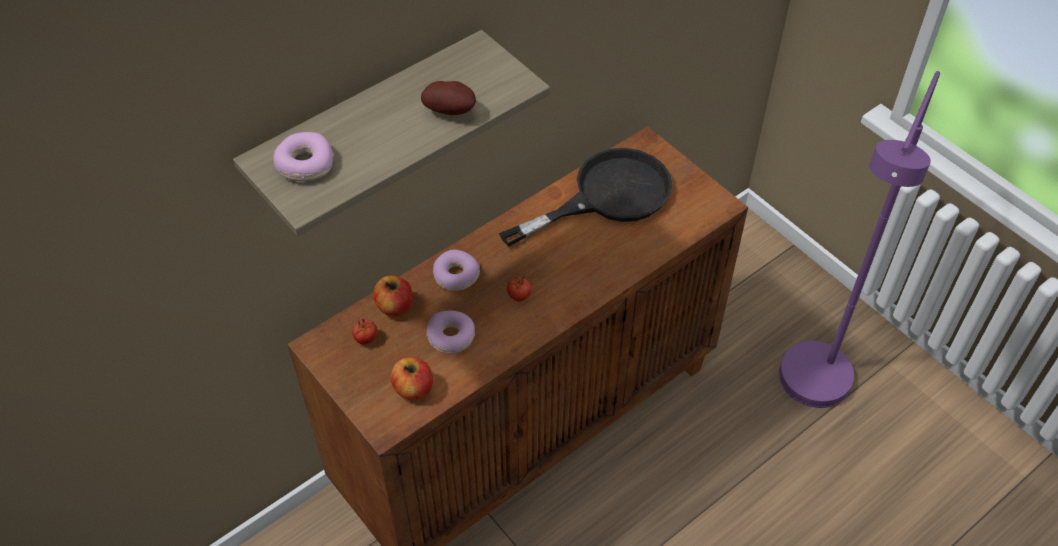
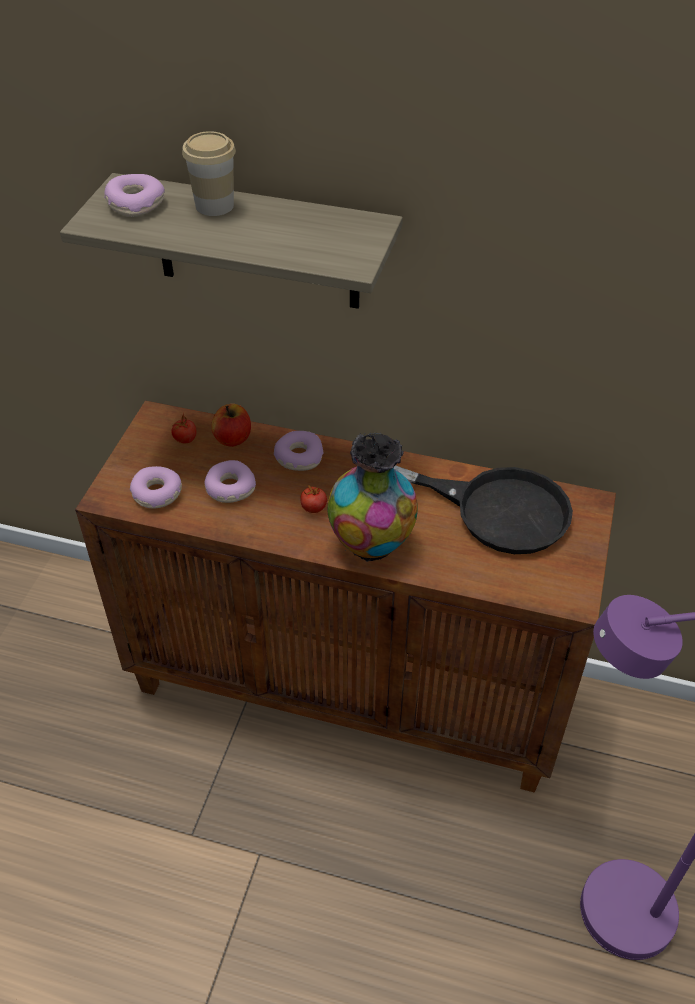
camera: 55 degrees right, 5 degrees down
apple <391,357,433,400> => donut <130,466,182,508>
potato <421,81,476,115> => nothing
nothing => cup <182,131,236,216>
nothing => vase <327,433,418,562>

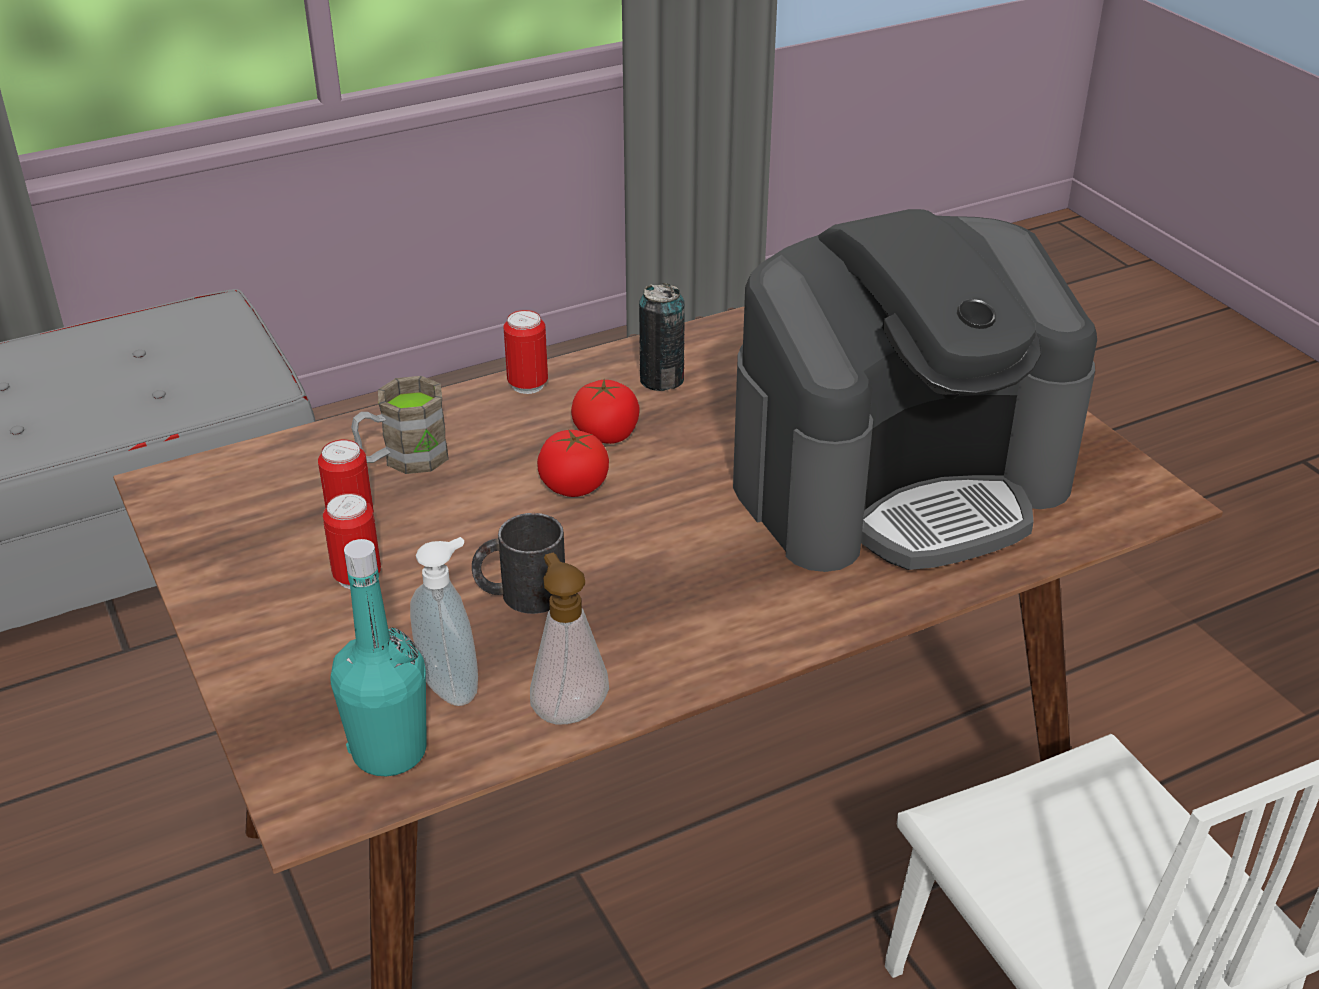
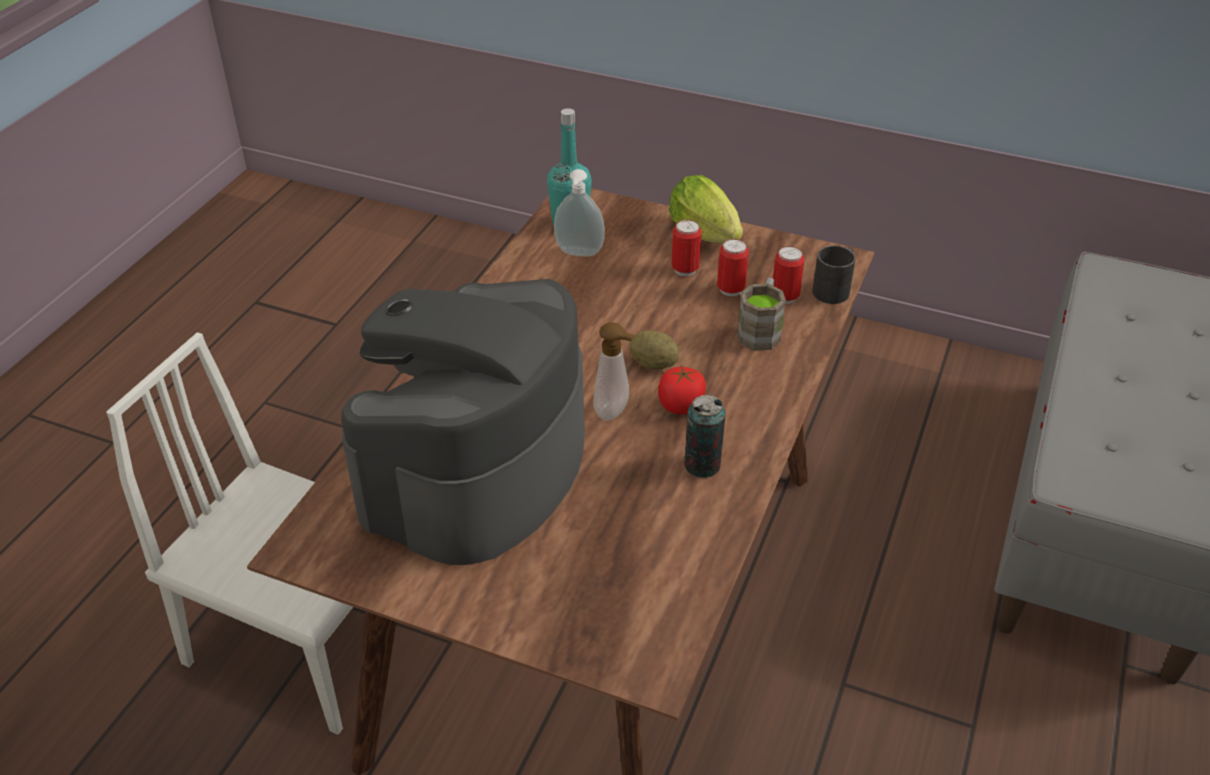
camera: 140 degrees right, 5 degrees up
black mug <472,513,565,614> => black mug <812,245,856,304>, shifted
can <503,310,548,394> => can <773,246,805,304>, shifted
soap dispenser <530,552,609,724> => soap dispenser <594,322,635,420>, shifted
tomato <537,429,609,497> => potato <629,331,679,370>
nothing => lettuce <669,175,743,243>

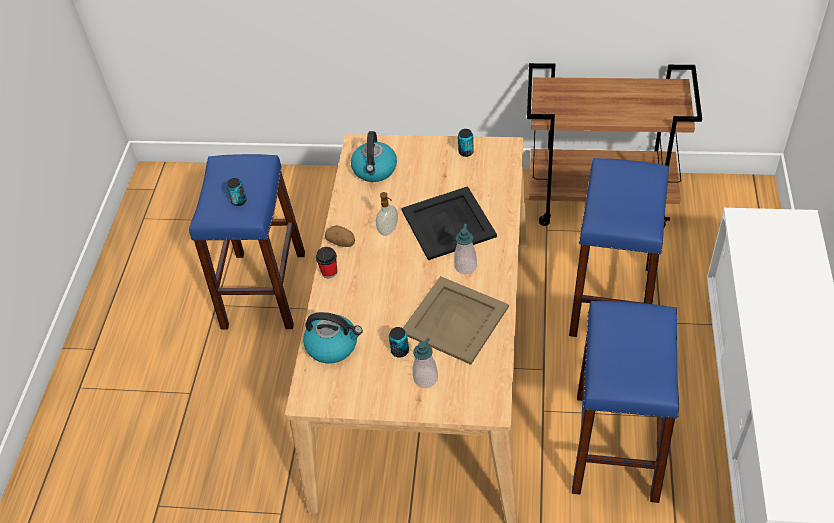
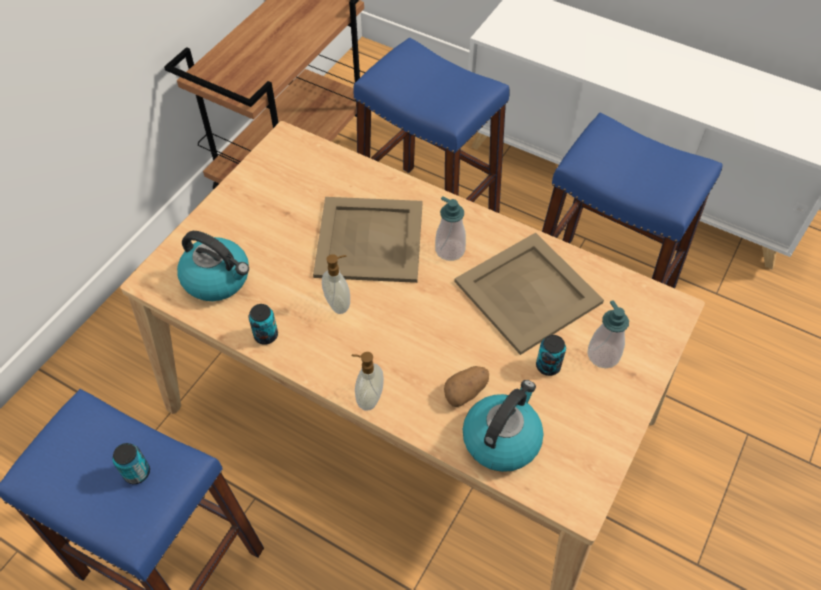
camera: 70 degrees left, 5 degrees up
cup <316,247,337,278> => soap dispenser <351,352,384,411>
potato <325,225,355,247> => potato <444,366,489,407>, shifted
black tray <401,186,497,260> => beige tray <313,197,423,283>
can <458,129,474,157> => can <248,304,278,345>, shifted

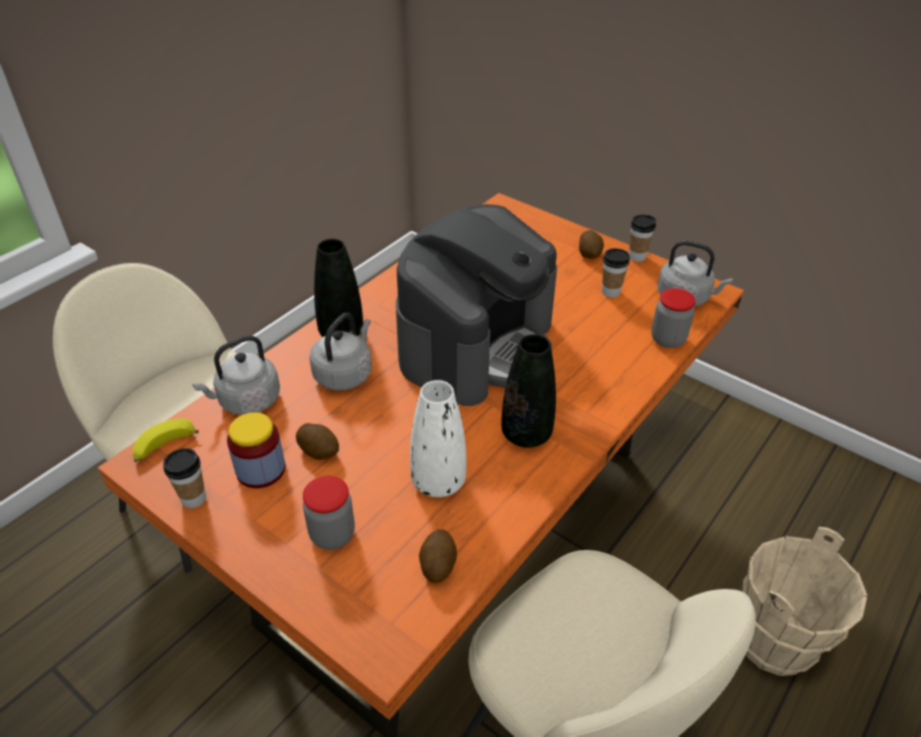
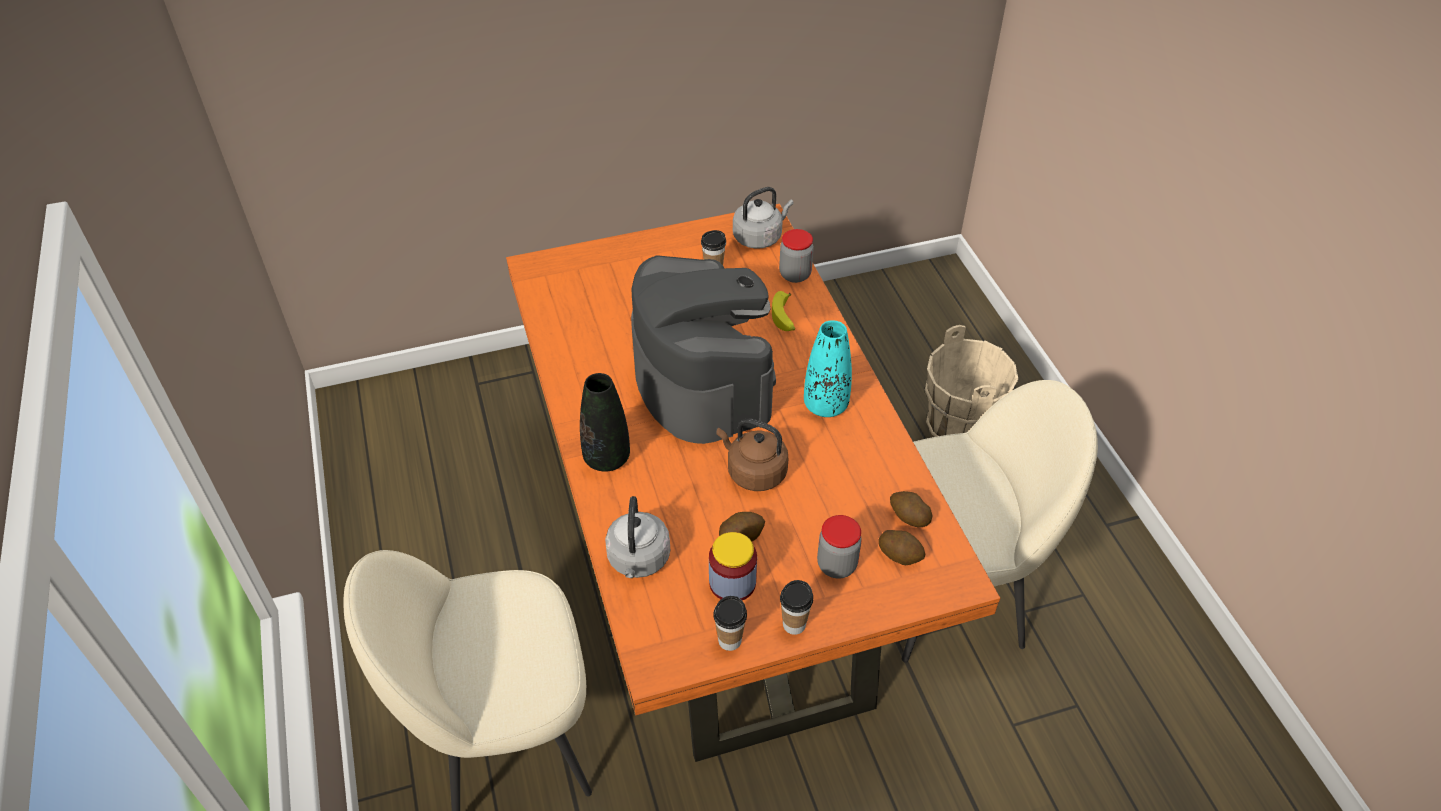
camera: 55 degrees left, 5 degrees up
banana <132,418,199,462> => banana <772,291,795,331>, shifted
grey kettle <309,313,372,390> => nothing
white vase <410,380,466,497> => nothing
black vase <501,334,556,448> => turquoise vase <804,320,852,417>
potato <579,230,604,259> => potato <878,530,925,565>, shifted
cup <629,215,656,262> => cup <780,580,813,635>, shifted
nothing => brown kettle <717,418,788,491>

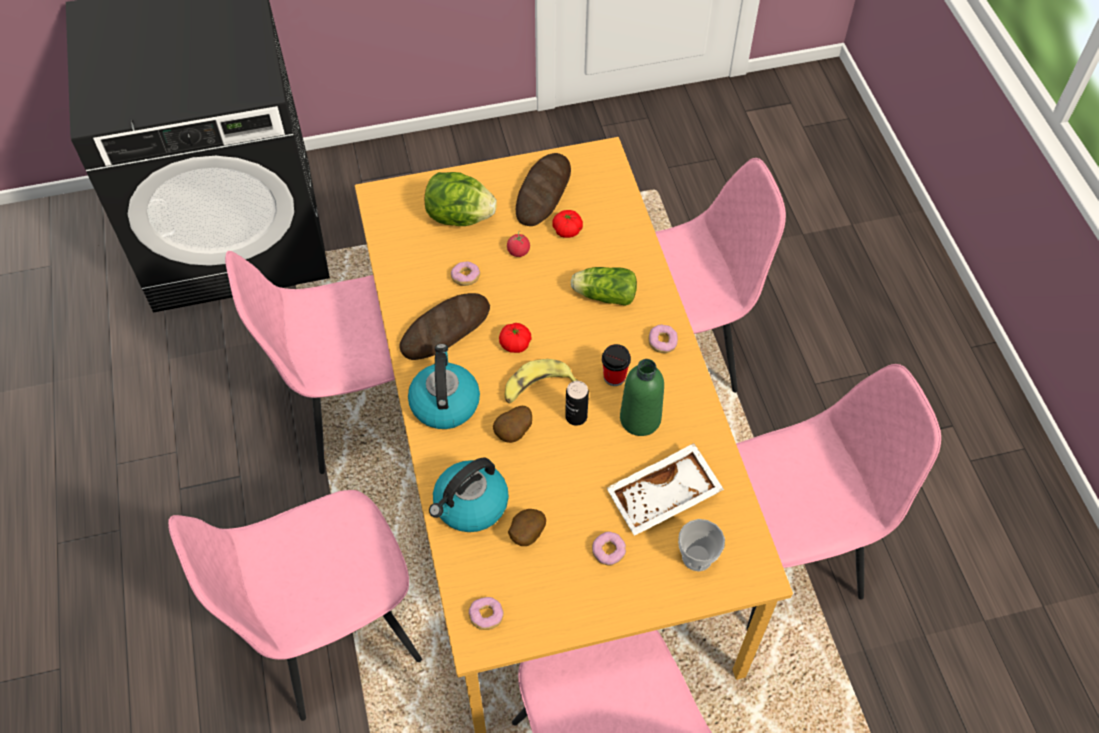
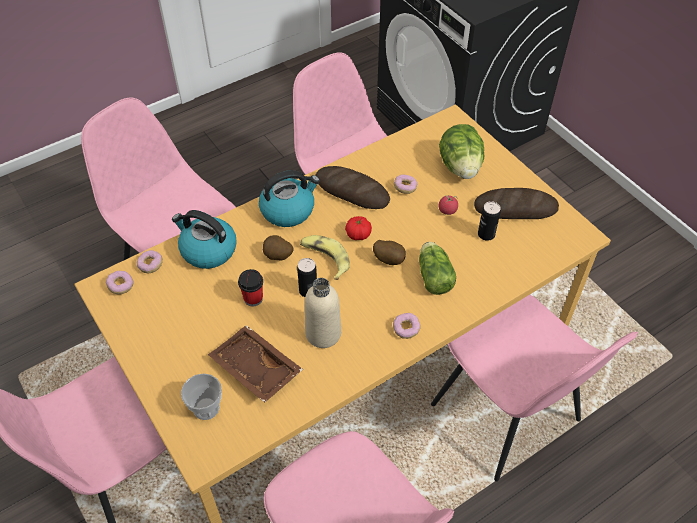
camera: 70 degrees right, 5 degrees down
potato <508,509,546,546> => potato <373,240,406,265>, shifted
tomato <553,210,583,238> => can <478,201,501,241>
donut <592,532,626,566> => donut <137,250,163,273>, shifted
cup <602,344,631,386> => cup <238,269,263,306>, shifted
white tray <606,443,724,536> => brown tray <208,325,303,403>
green bottle <620,359,664,436> => beige bottle <305,278,341,348>

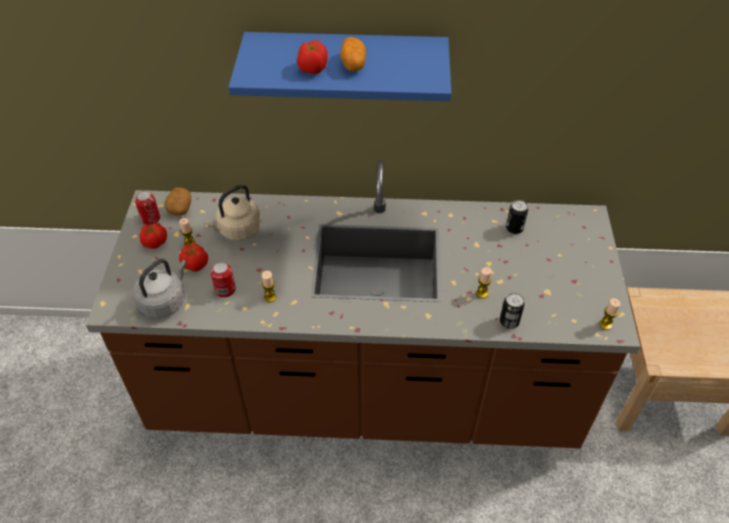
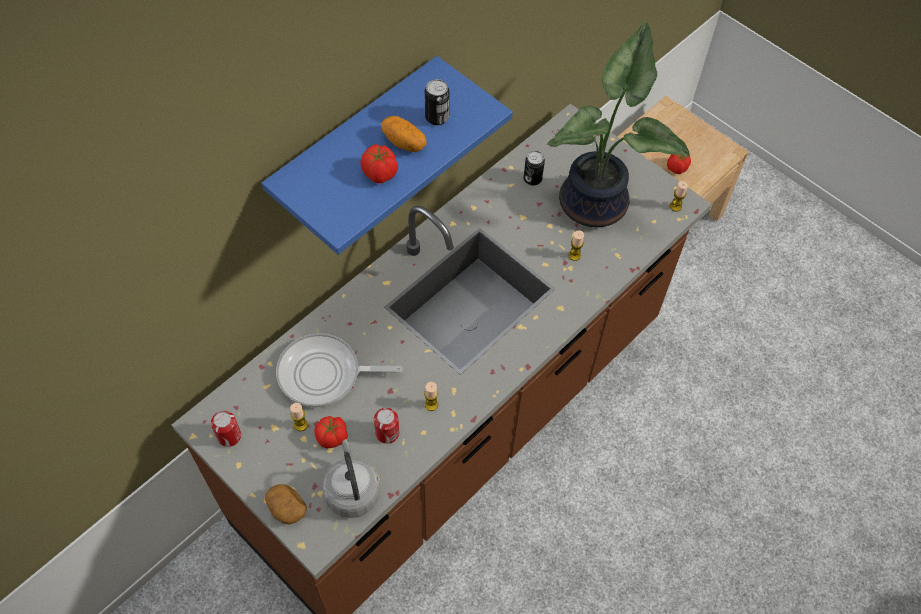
camera: 50 degrees left, 10 degrees up
tomato <140,223,167,249> => tomato <667,154,691,174>, shifted
potato <165,187,191,216> => potato <265,484,307,525>, shifted
beige kettle <204,185,262,241> => frying pan <276,333,403,408>
can <500,293,525,329> => can <425,79,449,125>, shifted
nothing => potted plant <547,22,690,227>

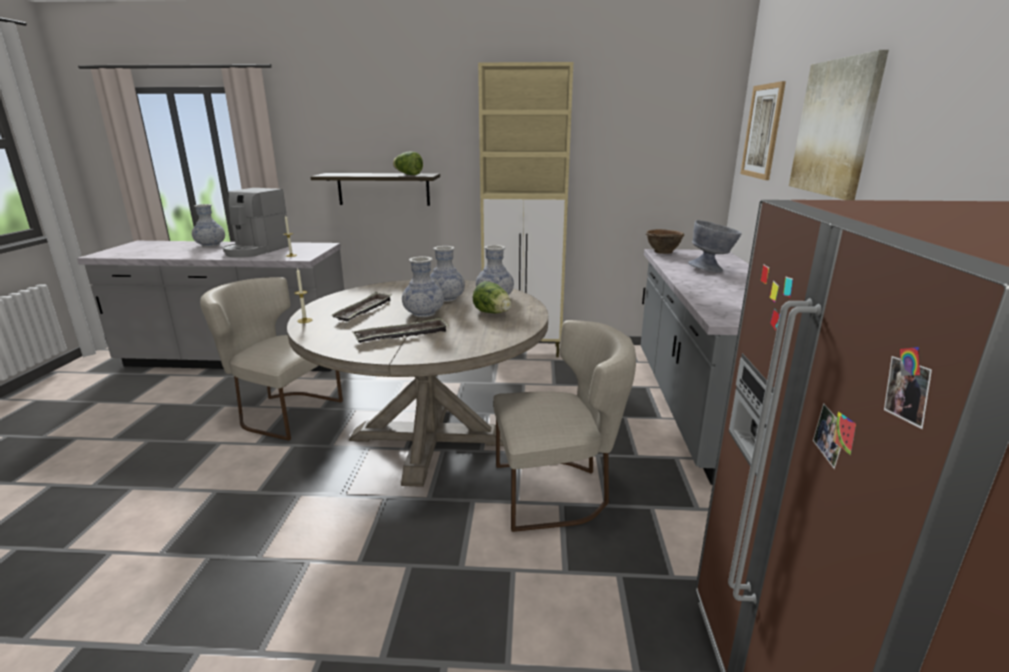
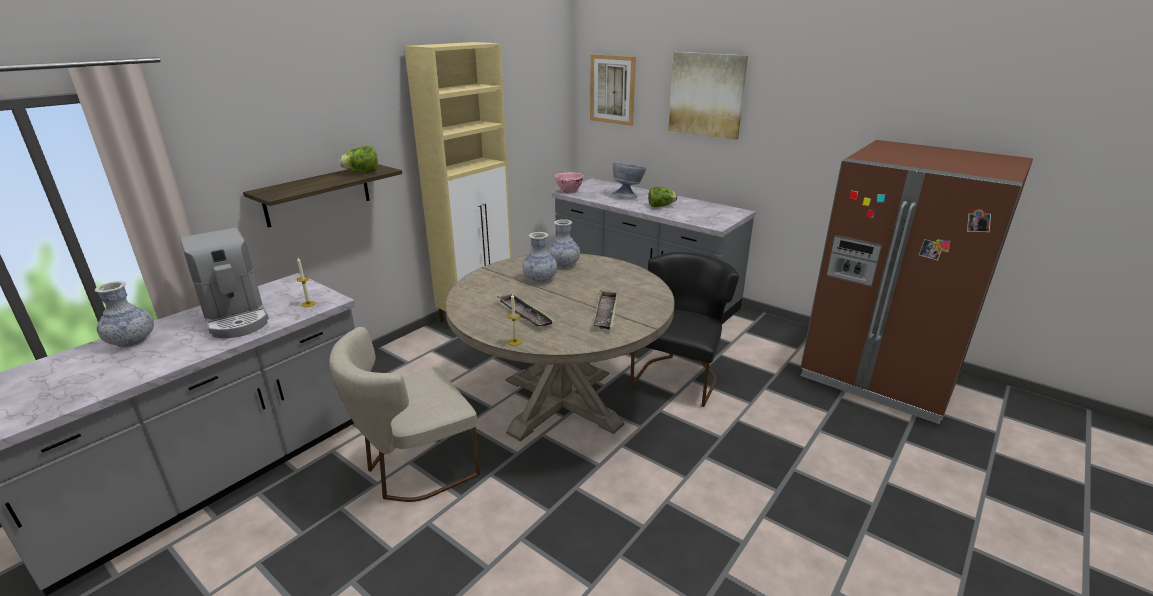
camera: 55 degrees left, 5 degrees up
vase <402,256,444,317> => nothing
lettuce <472,281,511,313> => lettuce <648,187,677,207>, shifted
beige chair <493,320,636,532> => black chair <630,252,739,407>
brown bowl <646,229,684,254> => pink bowl <555,172,584,193>

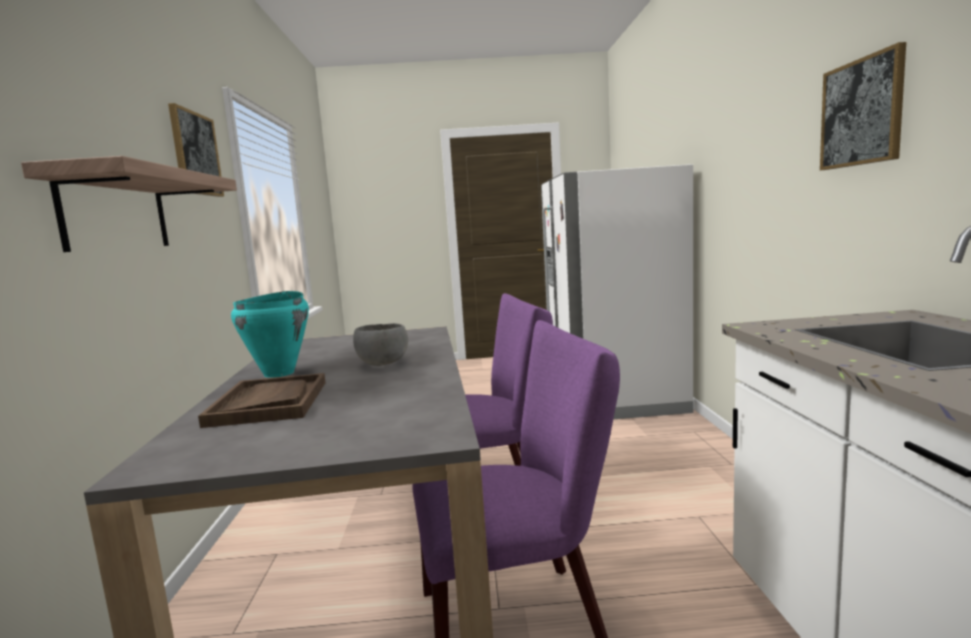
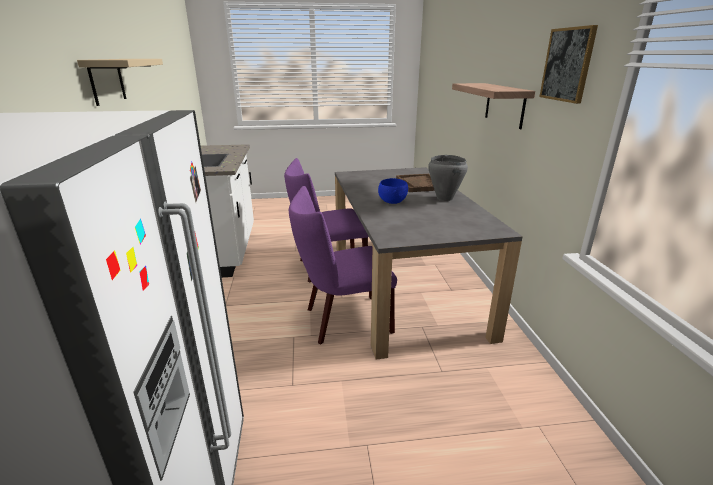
camera: 175 degrees right, 15 degrees up
turquoise cooking pot <231,291,309,378> => grey cooking pot <428,155,468,201>
grey bowl <353,323,408,366> => blue bowl <378,178,408,204>
picture <820,42,906,170> => beige shelf <77,59,163,106>

